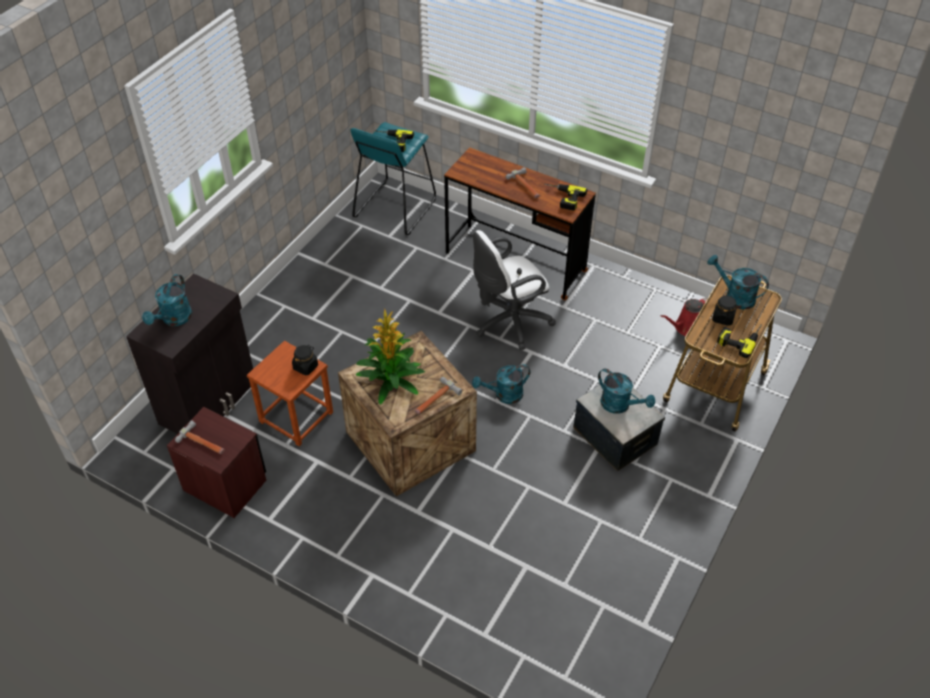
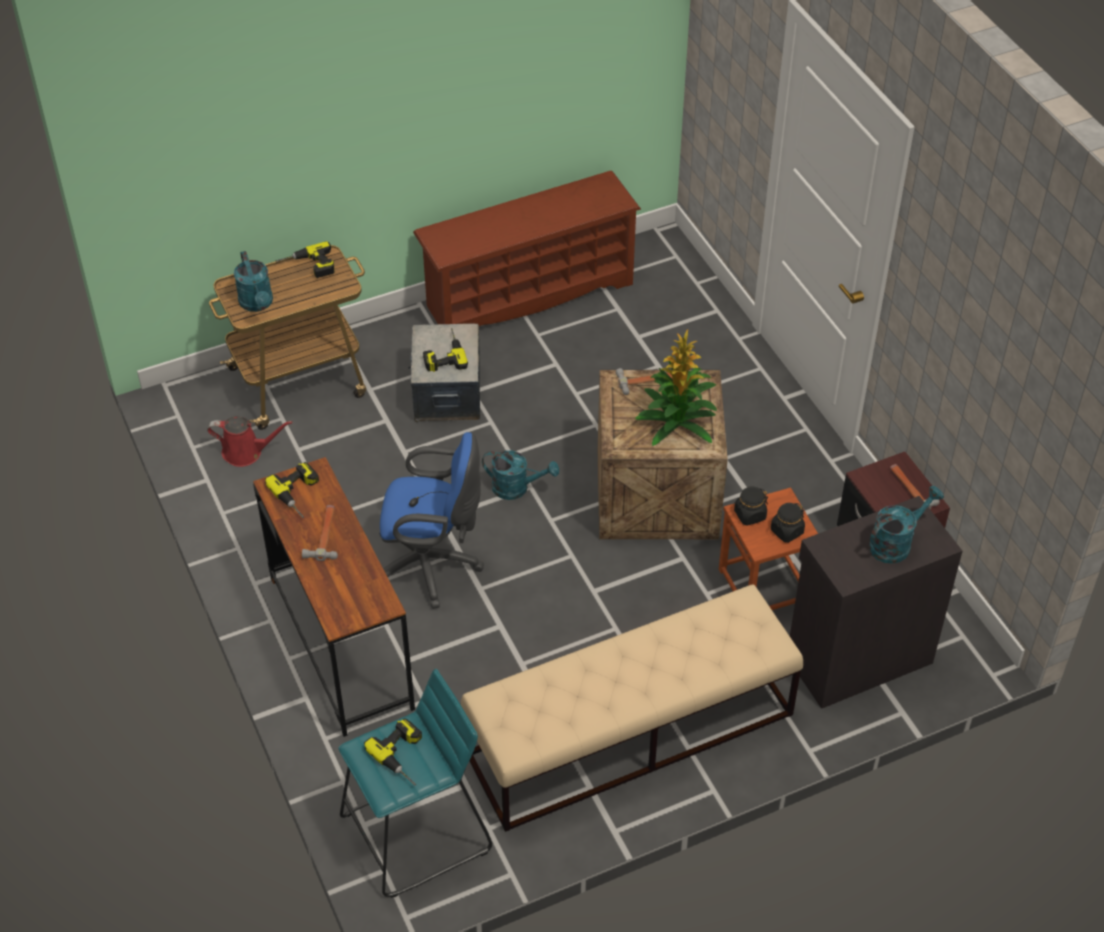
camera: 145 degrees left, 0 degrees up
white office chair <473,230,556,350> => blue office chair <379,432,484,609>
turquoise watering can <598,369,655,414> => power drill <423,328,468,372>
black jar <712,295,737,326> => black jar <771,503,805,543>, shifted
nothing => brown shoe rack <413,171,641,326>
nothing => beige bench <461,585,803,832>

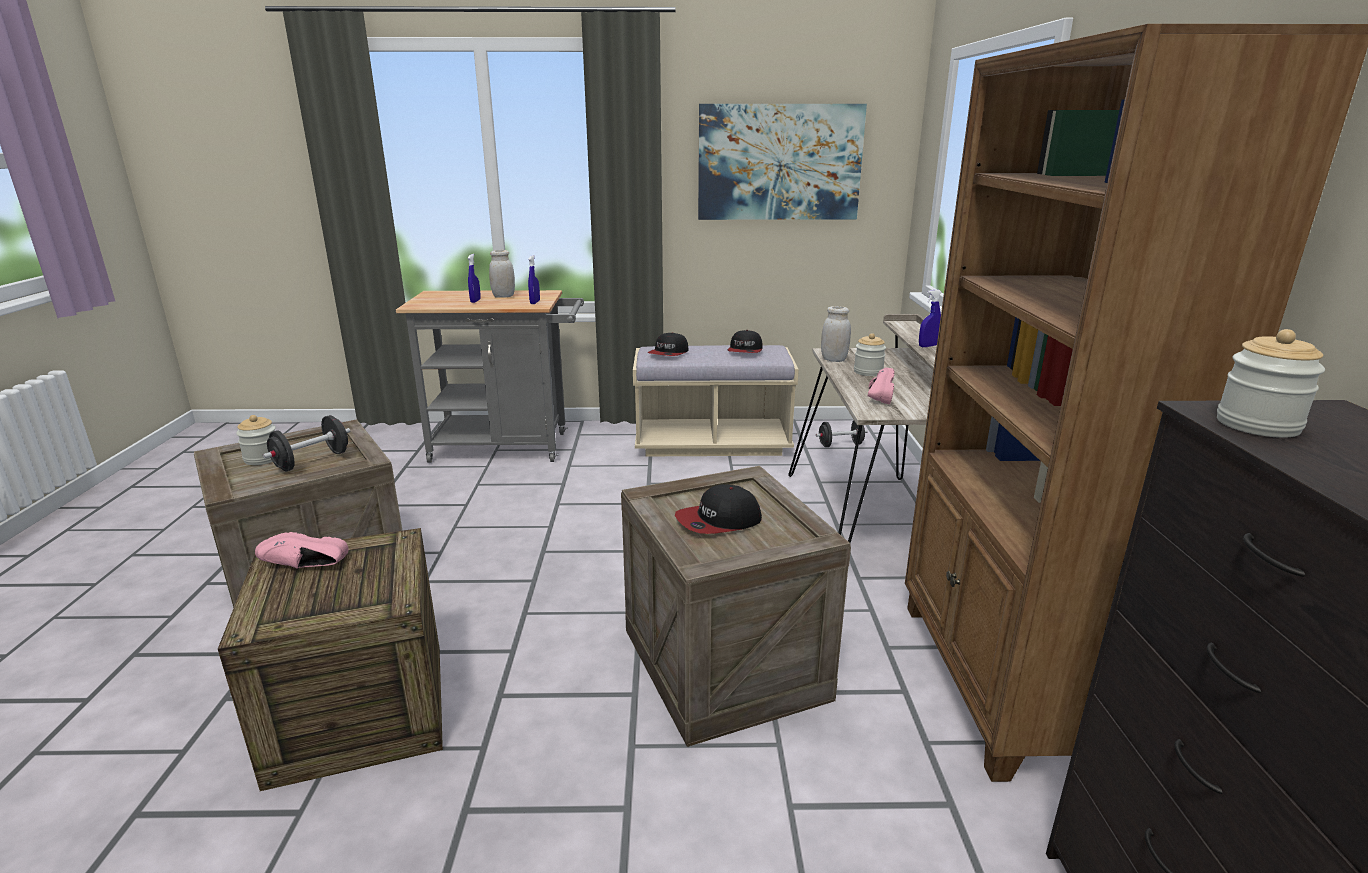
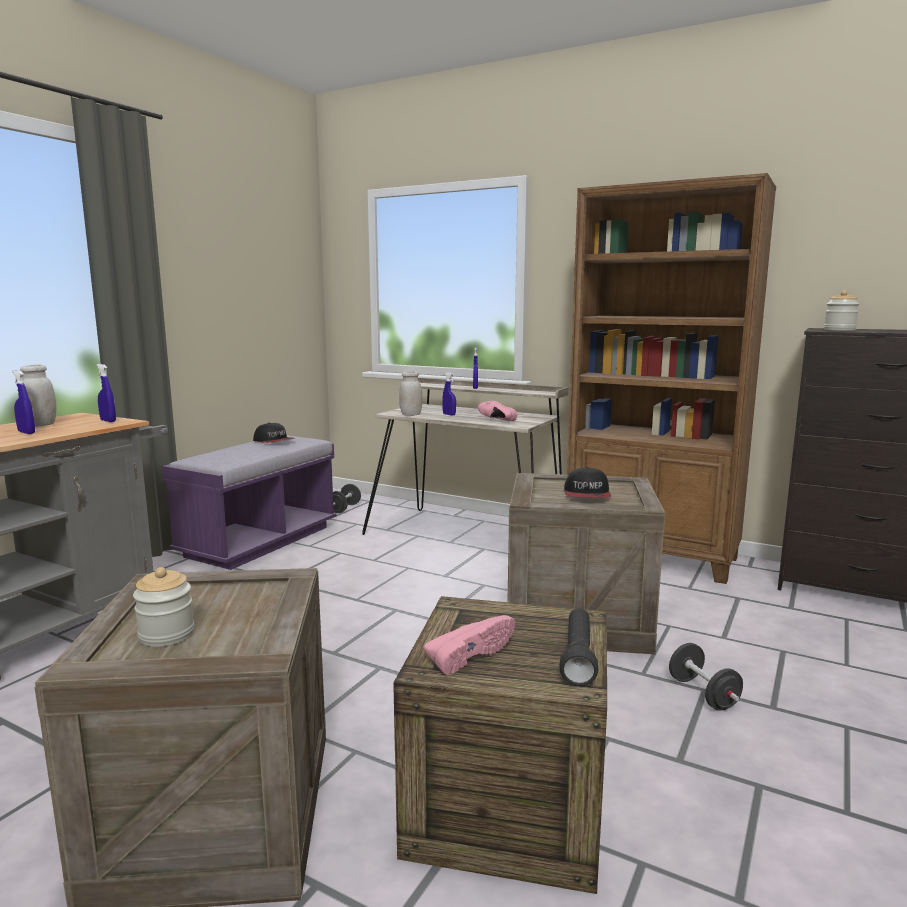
camera: 60 degrees left, 10 degrees down
pink shoe <255,532,349,569> => pink shoe <424,615,515,675>, 150 degrees counterclockwise
black dumbbell <263,415,350,471> => black dumbbell <669,643,743,711>, shifted
beige bench <633,345,799,456> => purple bench <162,435,337,570>
cap <648,332,688,356> => nothing
picture <698,104,867,220> => nothing
jar <854,333,886,376> => blue spray bottle <442,372,456,416>
nothing => black flashlight <559,608,598,686>

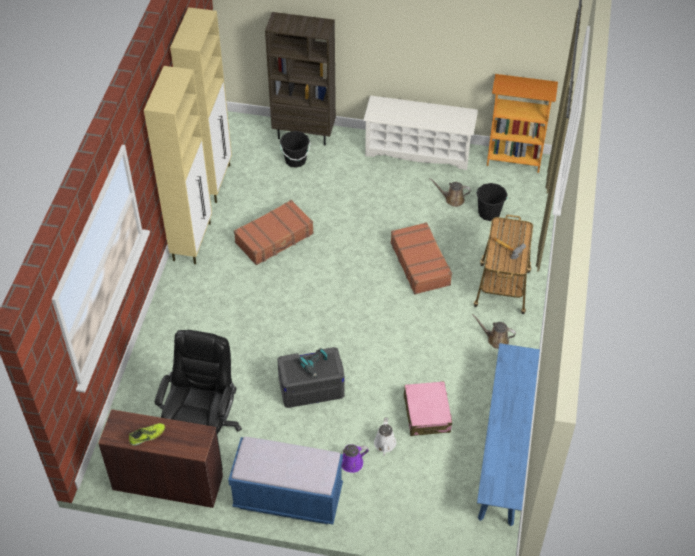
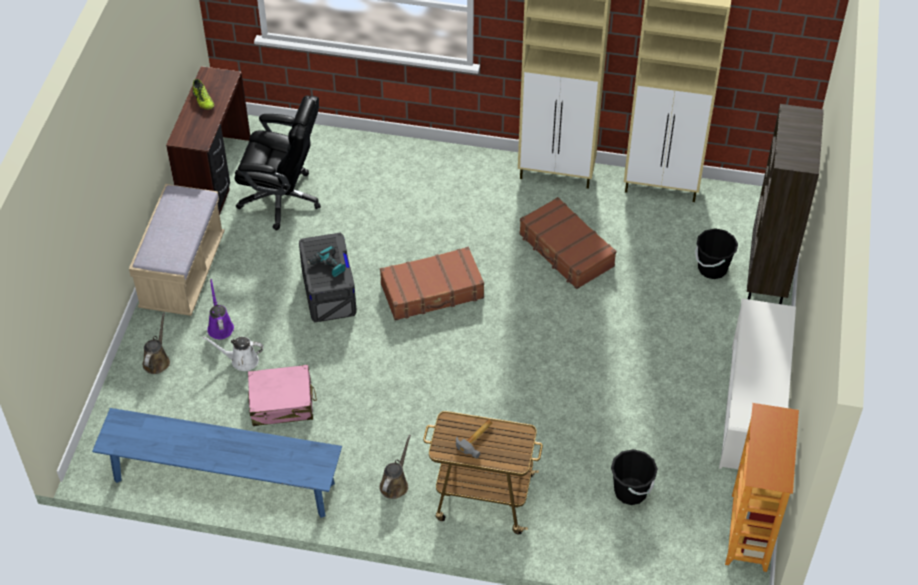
camera: 90 degrees right, 0 degrees up
blue bench <228,437,343,524> => beige bench <129,184,224,316>
brown suitcase <391,222,452,295> => brown suitcase <380,247,484,320>, shifted
brown watering can <429,179,471,207> => brown watering can <143,312,170,374>, shifted

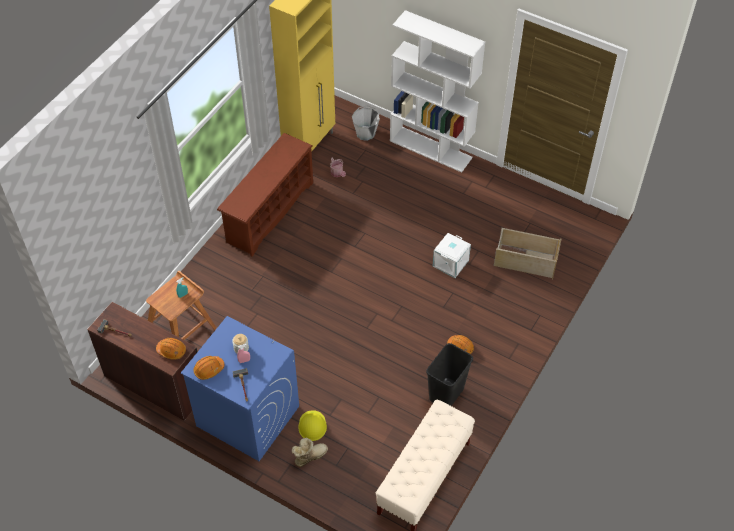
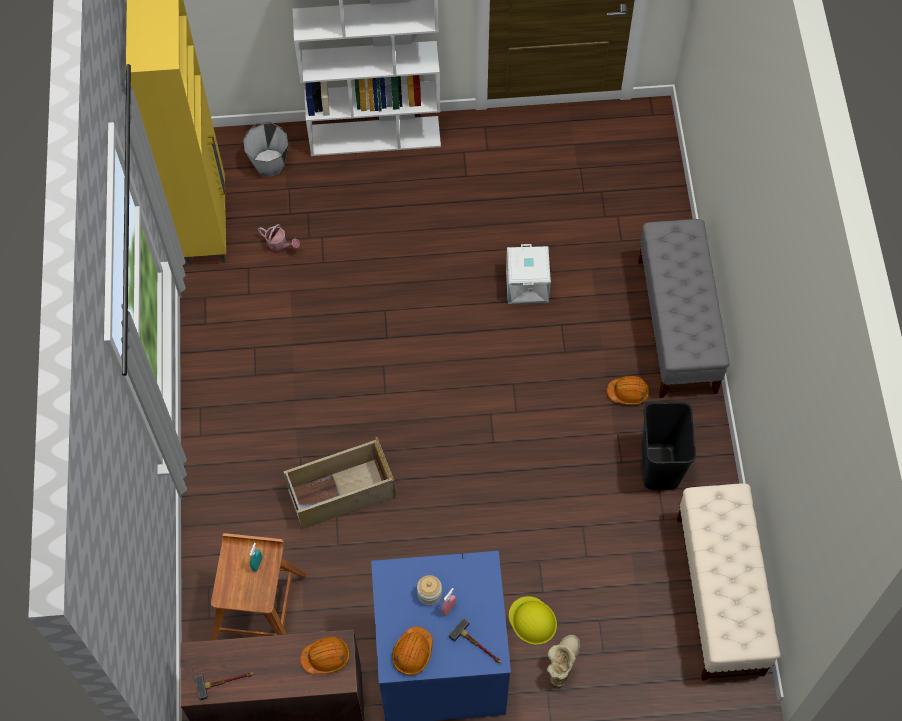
camera: 35 degrees left, 10 degrees up
brown shoe rack <217,133,313,257> => nothing
beige storage box <494,228,562,279> => beige storage box <283,437,396,529>, shifted
nothing => grey bench <638,219,730,398>

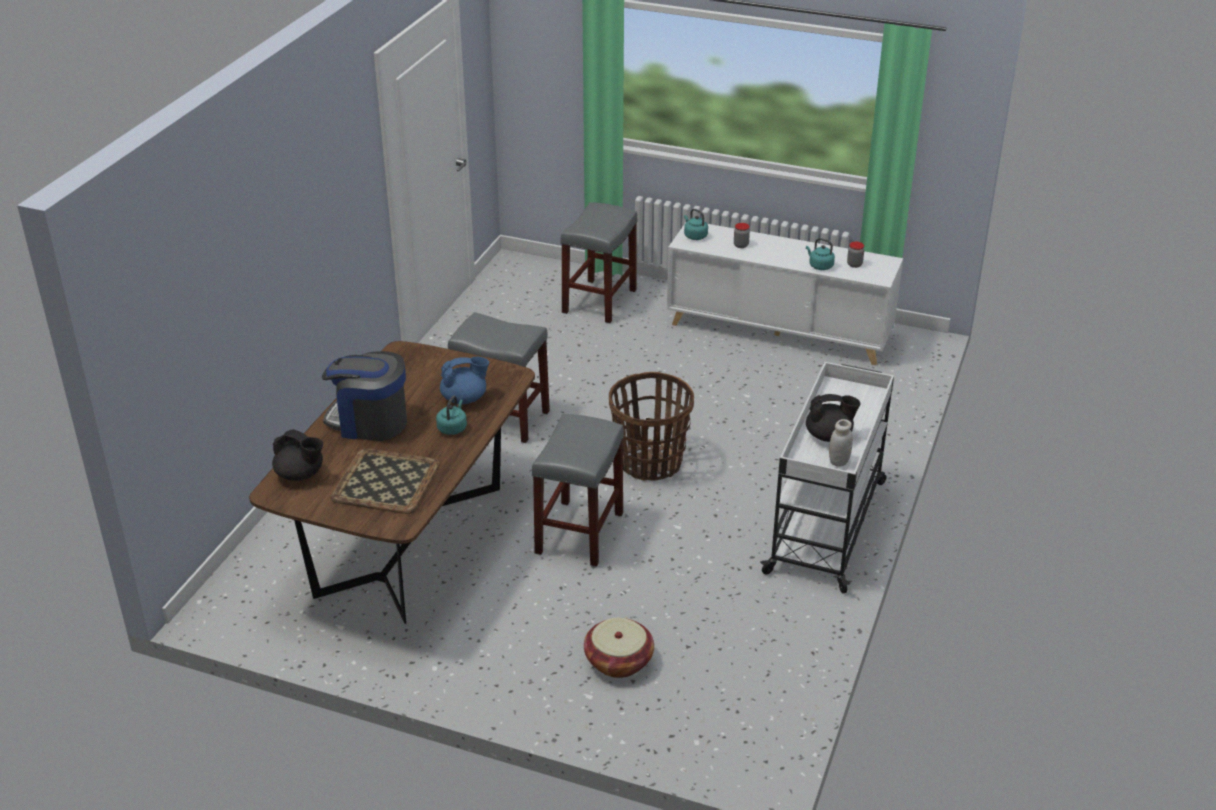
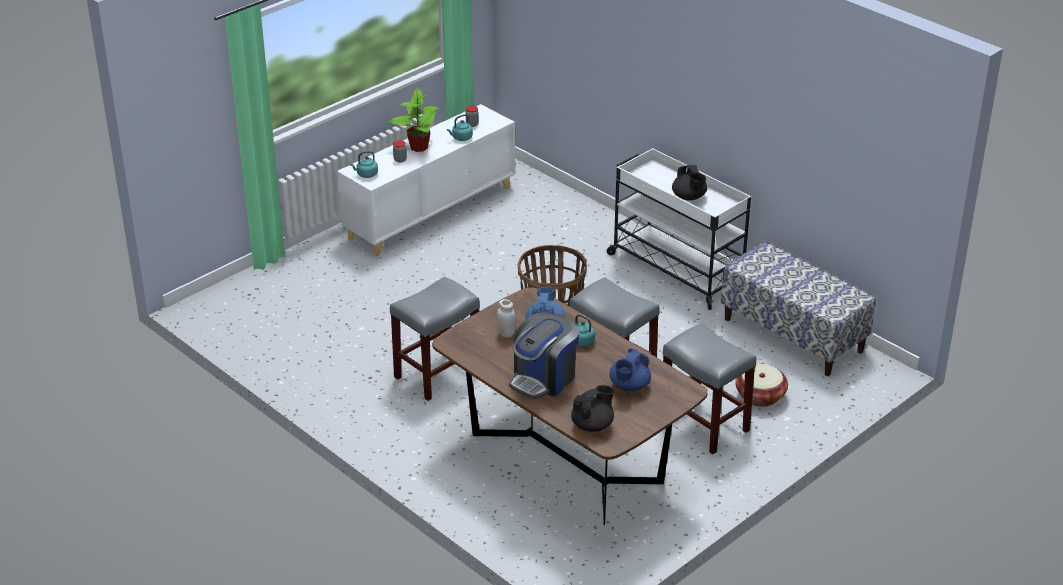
camera: 65 degrees left, 0 degrees up
tray <330,448,440,514> => blue teapot <609,348,651,391>
grey stool <560,202,638,323> => grey stool <663,324,756,455>, shifted
black teapot <806,394,861,442> => black teapot <672,165,707,201>, 135 degrees clockwise
white jar <829,419,853,467> => white jar <496,299,516,338>, shifted
nothing => potted plant <388,88,440,152>
nothing => bench <721,242,876,376>

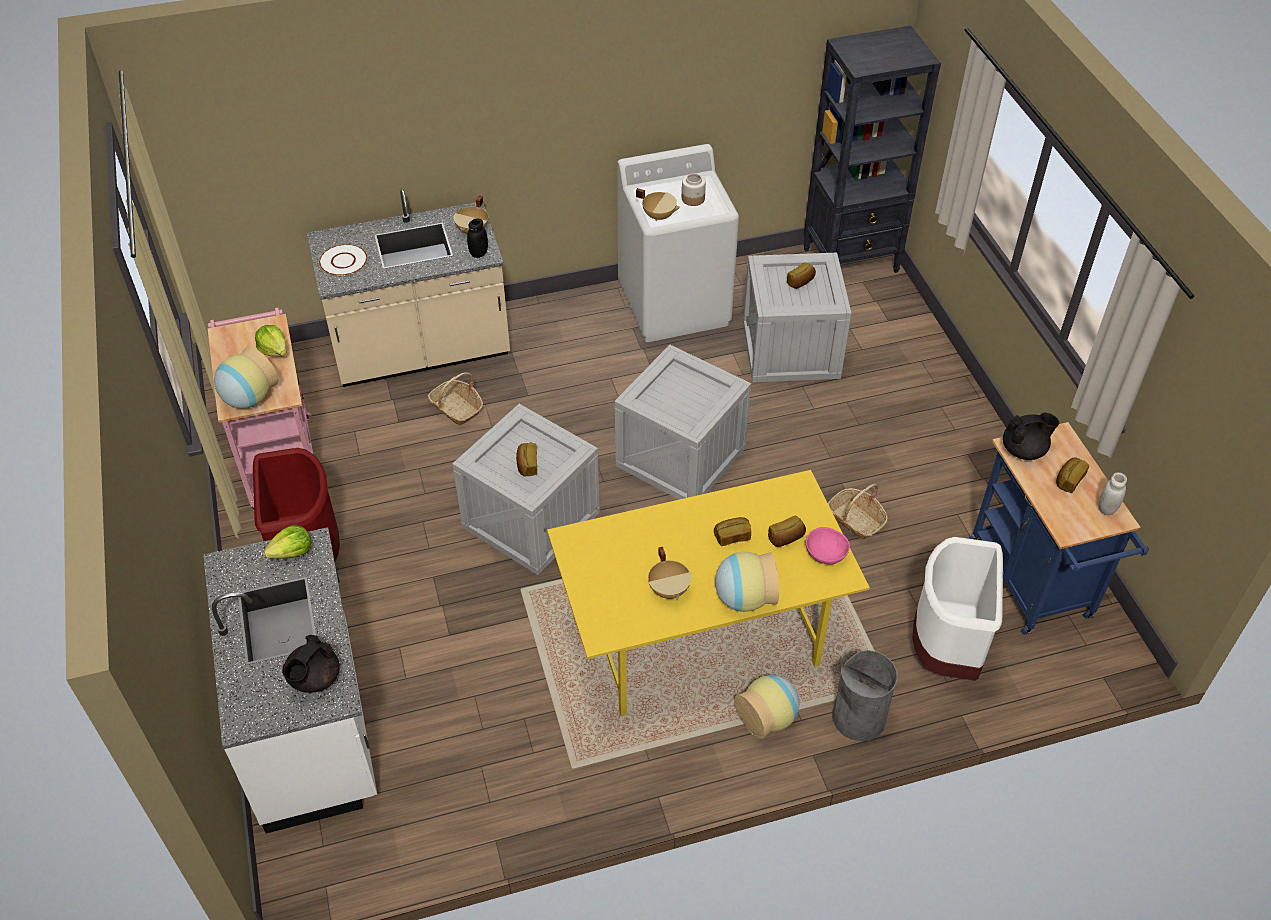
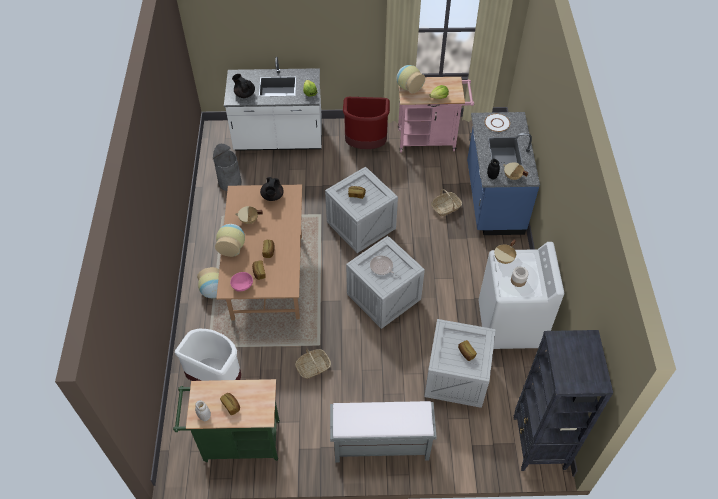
camera: 105 degrees right, 5 degrees up
beige counter <307,189,510,387> => blue counter <467,112,540,235>
yellow dining table <547,470,870,716> => brown dining table <216,185,302,320>
grey trash can <832,650,897,741> => grey trash can <213,144,242,191>, shifted
blue cart <969,422,1149,635> => green cart <173,379,280,462>
black teapot <1003,412,1059,460> => black teapot <260,177,284,201>, shifted
nothing => grey bench <330,401,437,463>
nothing => frying pan <370,256,401,278>

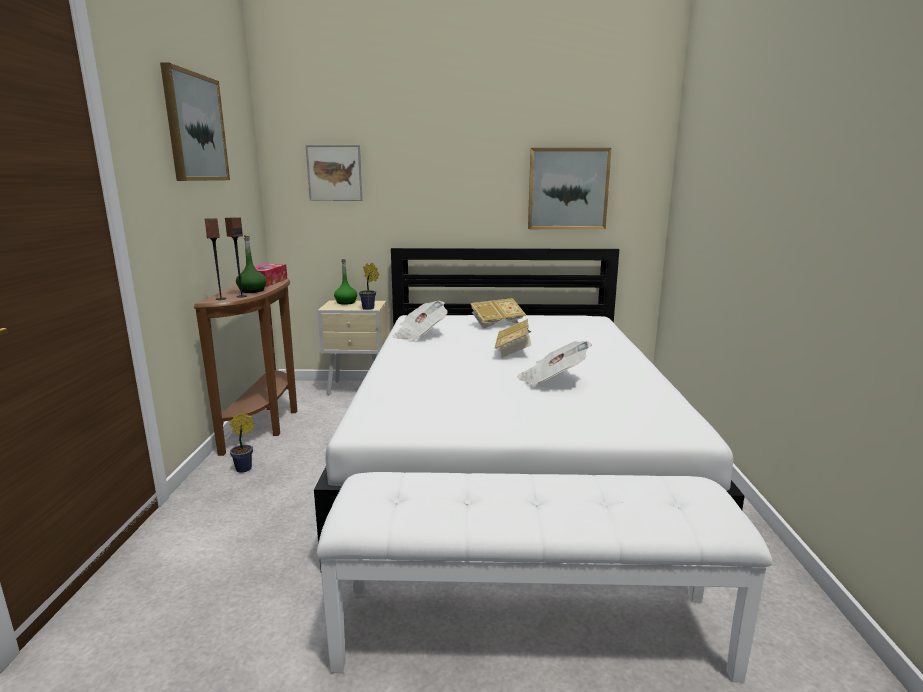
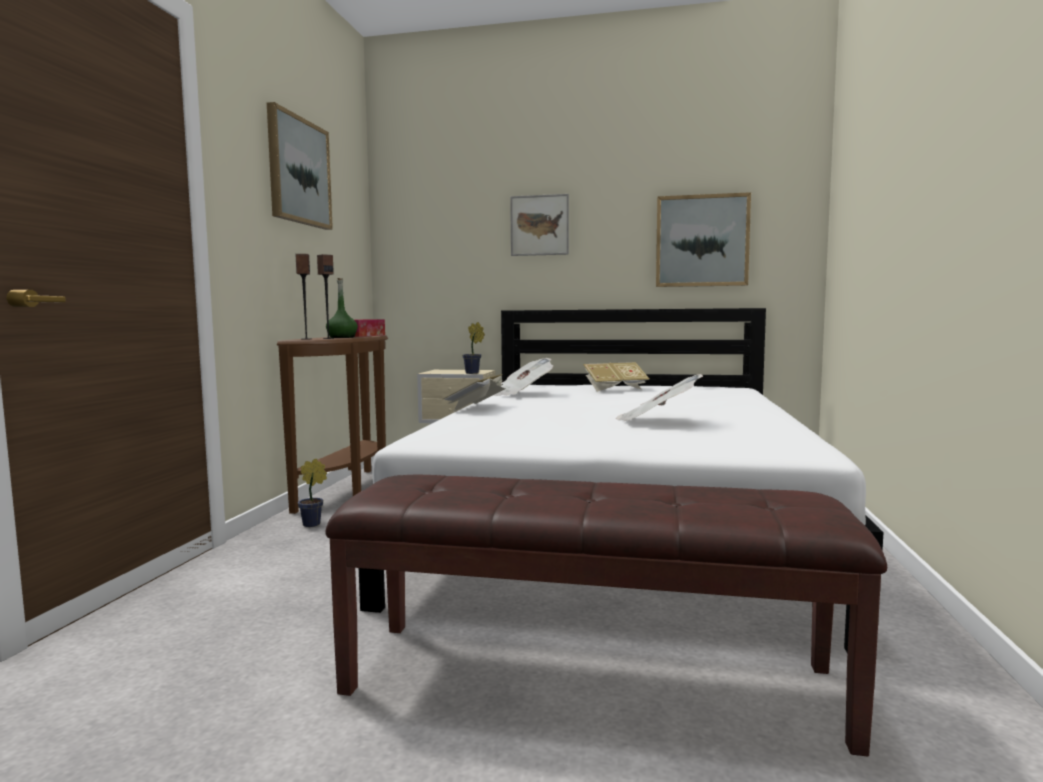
camera: 10 degrees right, 10 degrees down
picture <306,145,363,201> => picture <510,194,569,256>, shifted
white bench <317,472,772,682> => brown bench <325,474,887,757>
green bottle <334,259,357,305> => nothing
book <495,319,532,358> => book <443,374,505,412>, shifted

